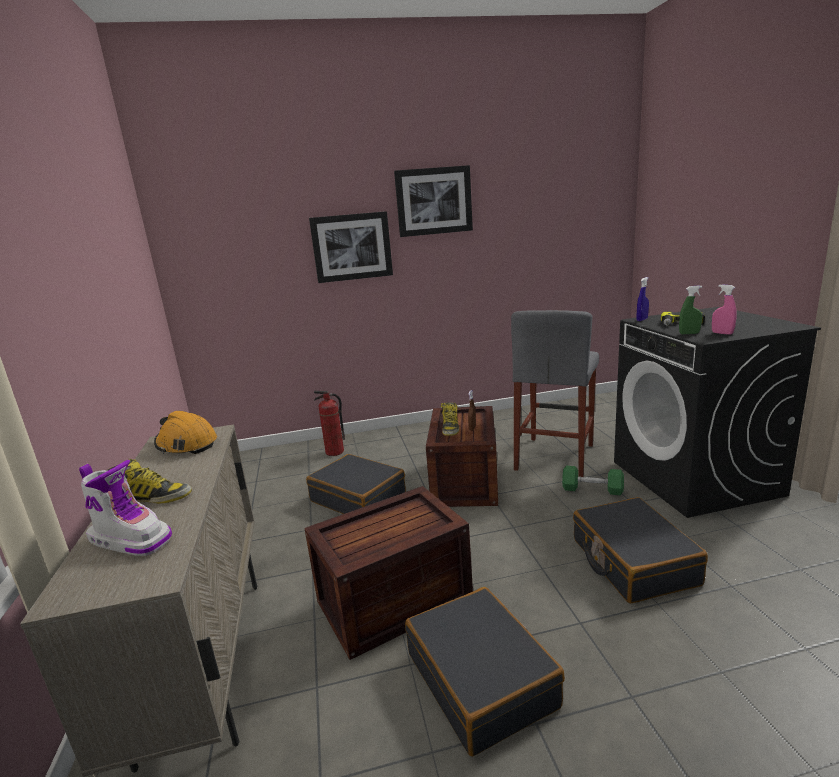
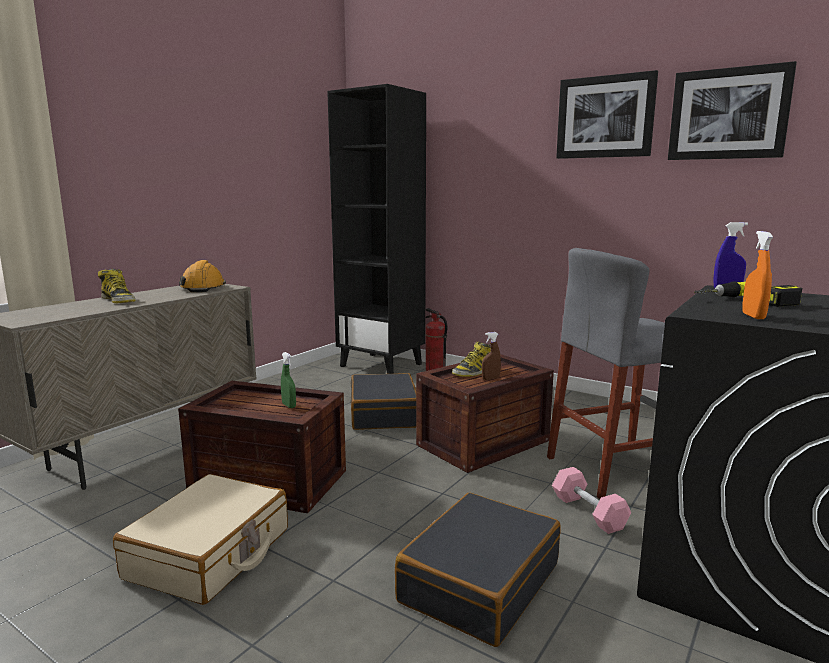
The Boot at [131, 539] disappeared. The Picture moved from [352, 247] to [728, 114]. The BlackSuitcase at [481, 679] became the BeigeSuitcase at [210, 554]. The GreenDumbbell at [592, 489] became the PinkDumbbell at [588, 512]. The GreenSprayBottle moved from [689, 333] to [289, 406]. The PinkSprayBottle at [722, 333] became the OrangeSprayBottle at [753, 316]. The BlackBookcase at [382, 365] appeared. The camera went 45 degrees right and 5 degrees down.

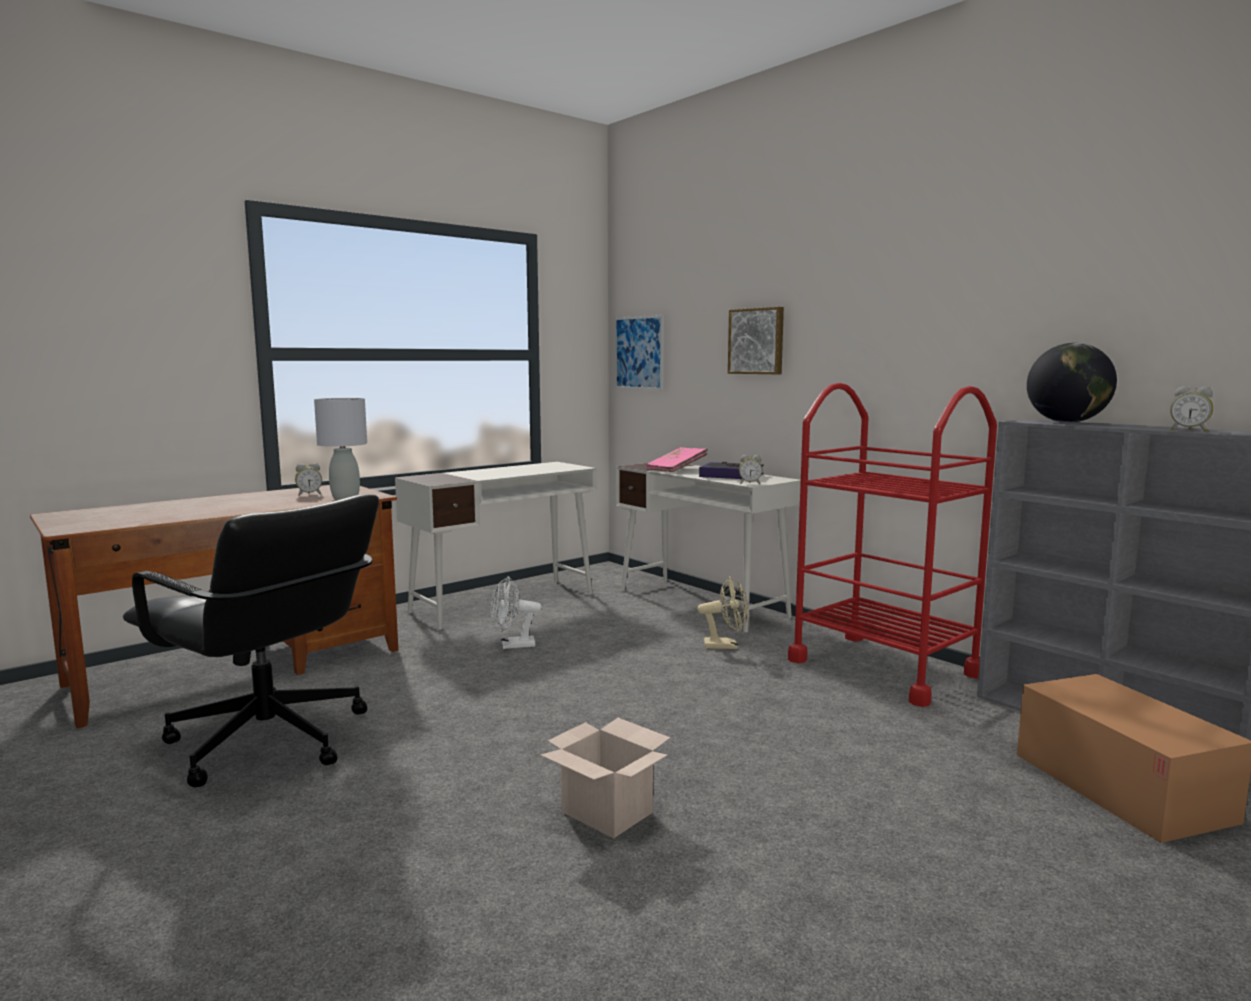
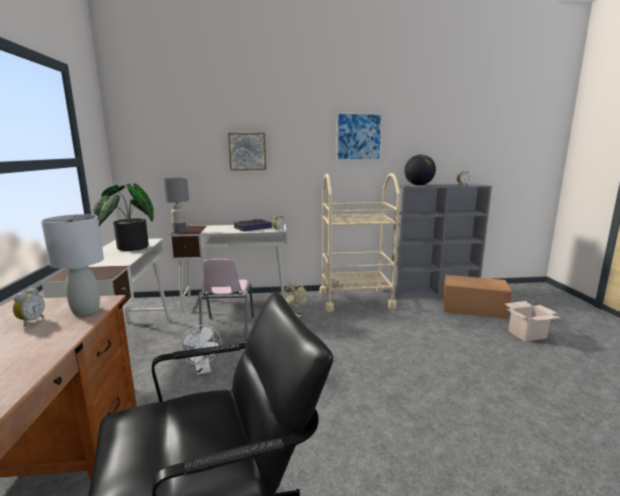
The WhiteFan at [512, 645] turned 45 degrees counterclockwise. The CardboardBox moved from [609, 812] to [527, 334]. The Picture moved from [639, 353] to [359, 137]. The PinkBook at [676, 469] disappeared. The RedCart at [883, 667] became the BeigeCart at [356, 299]. The PottedPlant at [129, 248] appeared. The GreyTableLamp at [179, 232] appeared. The PinkChair at [227, 329] appeared. The camera went 55 degrees left and 5 degrees up.

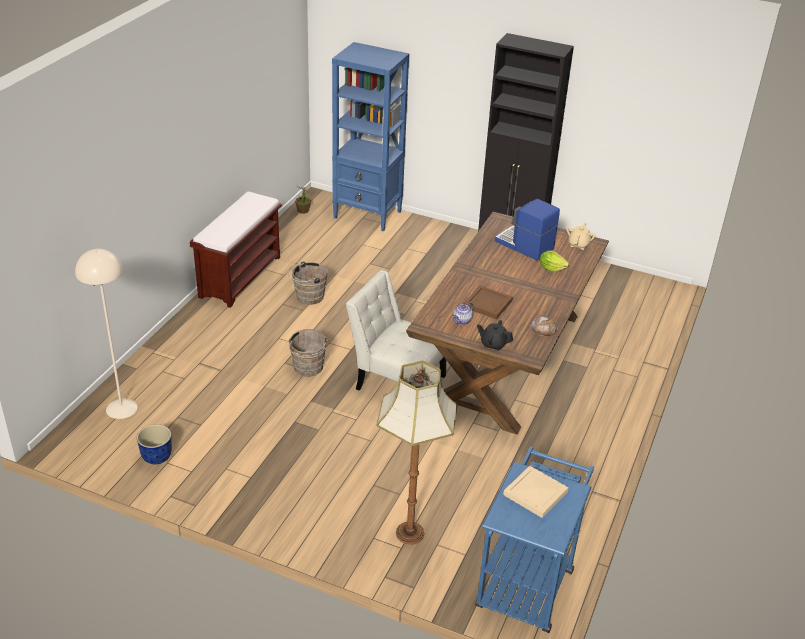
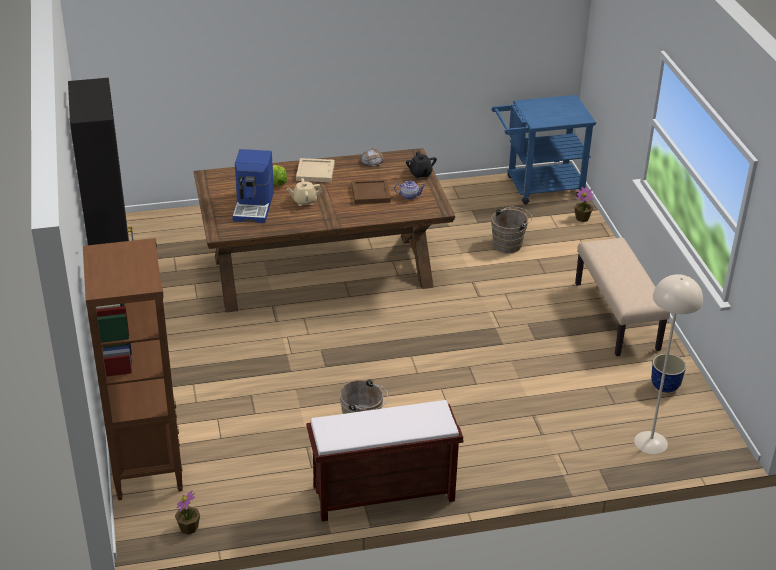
The BrownBucket moved from [308, 368] to [509, 244]. The BlueBookcase at [368, 215] became the BrownBookcase at [147, 466]. The WhiteChair at [396, 380] disappeared. The FloorLamp at [409, 534] disappeared. The BeigeTray moved from [534, 493] to [316, 172]. The BeigeTeapot moved from [578, 244] to [304, 201]. The PottedPlant at [582, 218] appeared. The BeigeBench at [617, 316] appeared. The camera went 125 degrees left and 0 degrees up.

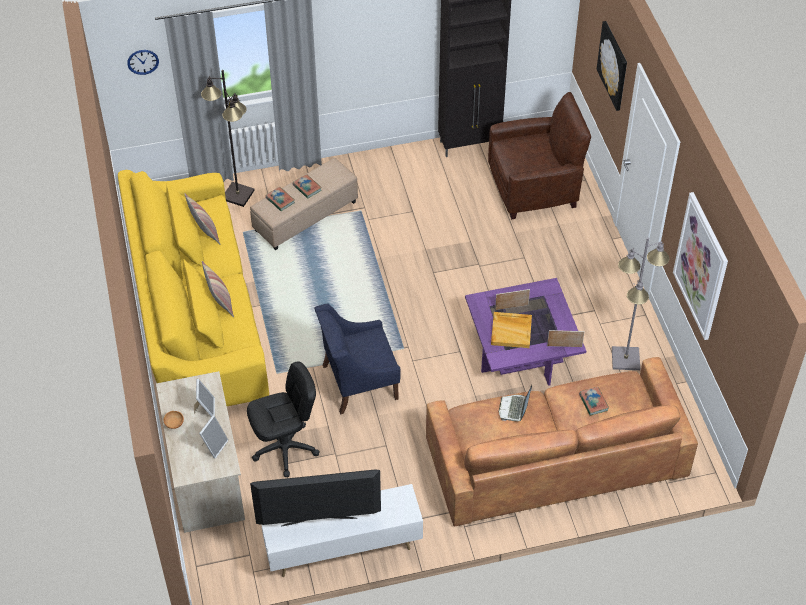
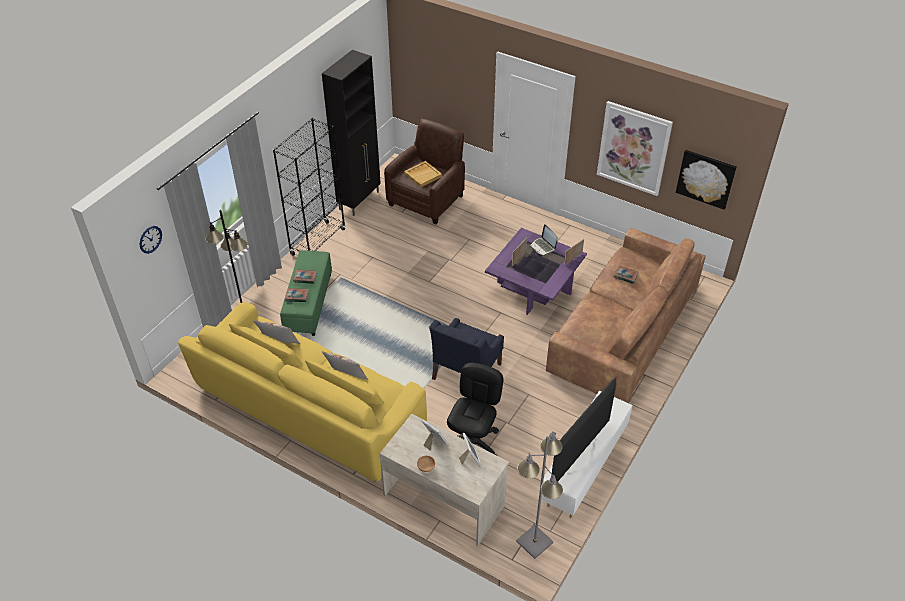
The BeigeOttoman at [305, 216] became the GreenOttoman at [308, 303]. The BeigeTray moved from [511, 331] to [423, 175]. The Laptop moved from [514, 408] to [543, 247]. The Picture moved from [613, 65] to [706, 178]. The GreyFloorLamp moved from [626, 359] to [535, 542]. The BlackBookcase at [318, 242] appeared. The camera went 45 degrees left and 5 degrees down.

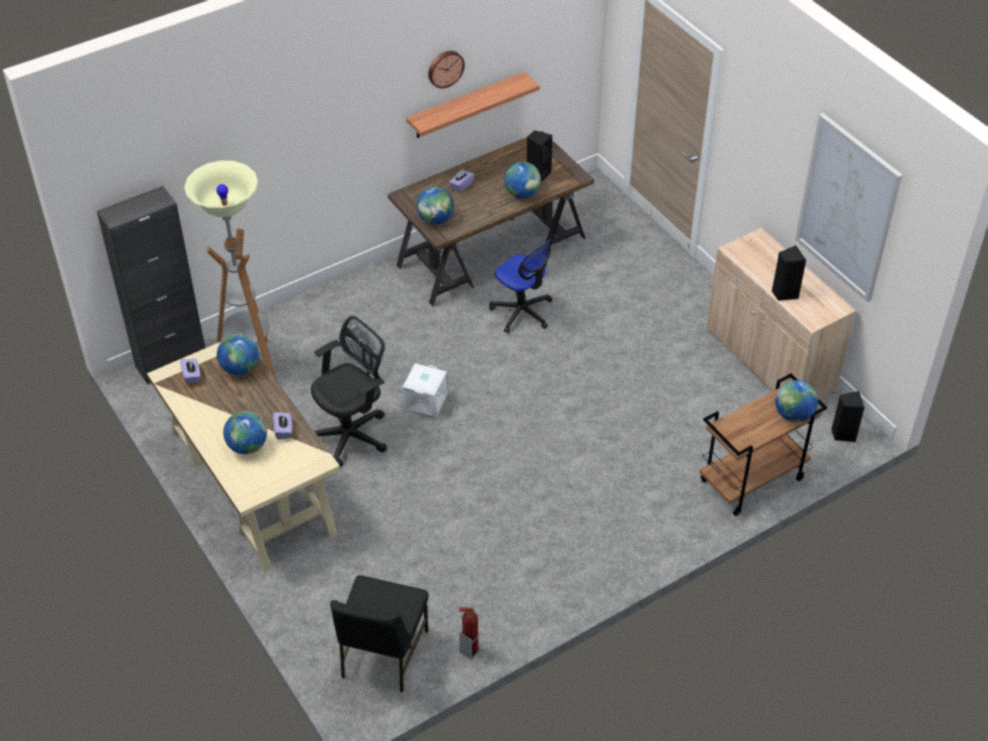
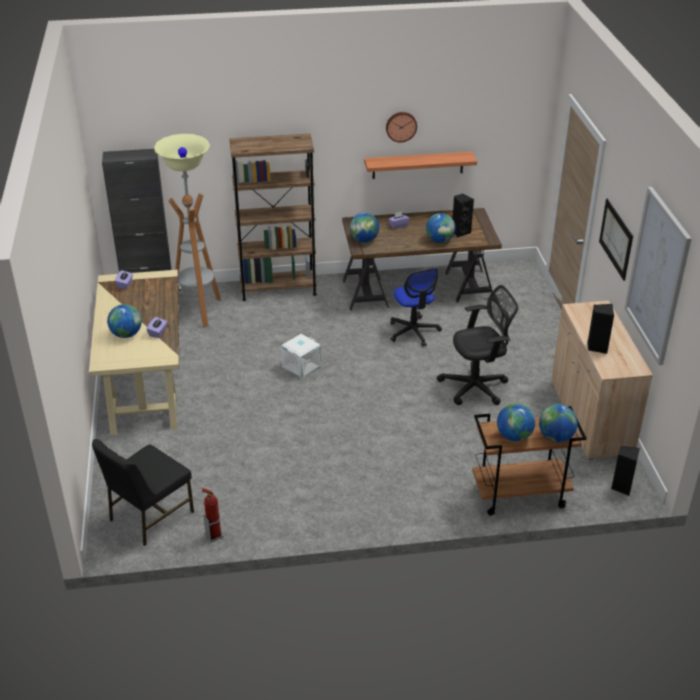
The Globe moved from [240, 368] to [514, 436]. The BlackOfficeChair moved from [351, 435] to [477, 387]. The BrownBookcase at [278, 289] appeared. The Picture at [616, 239] appeared. The camera went 25 degrees right and 10 degrees down.

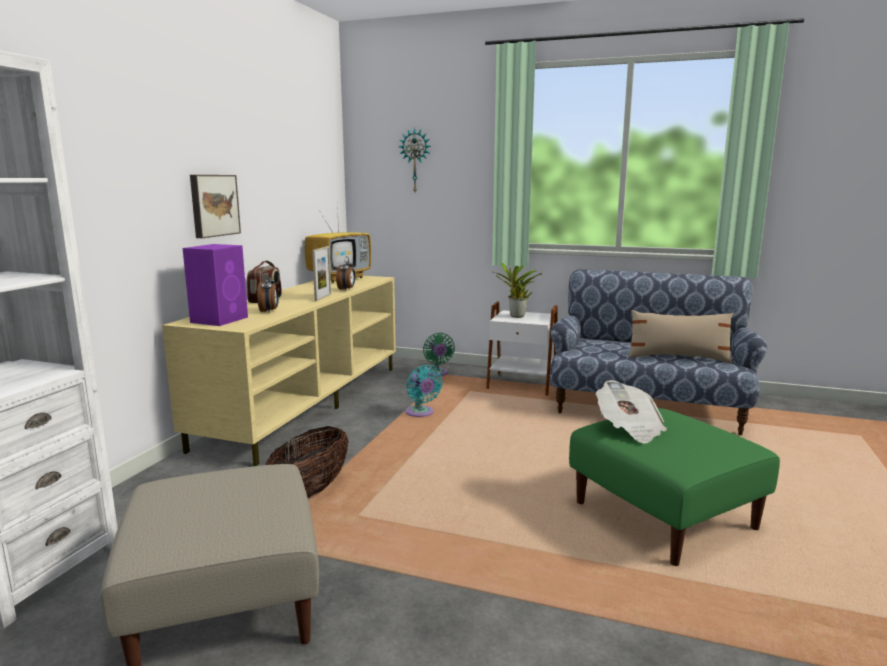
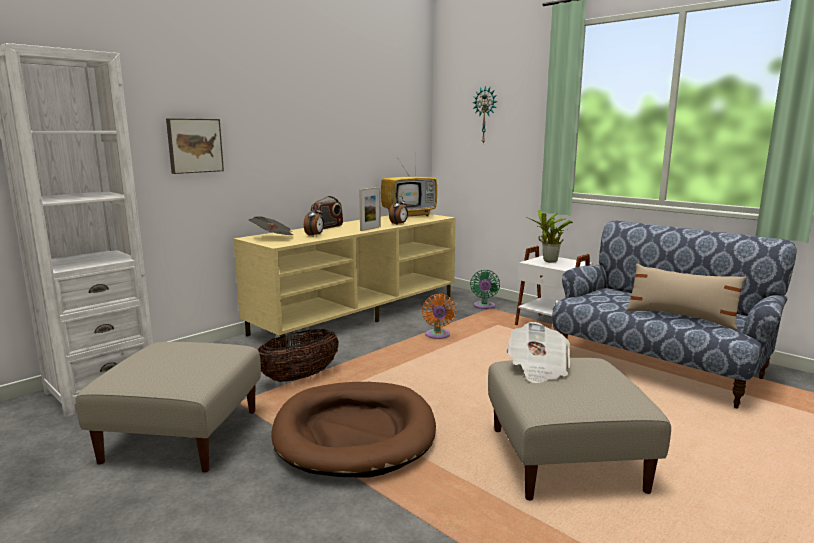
The PurpleSpeaker at [220, 319] was replaced by the Newspaper at [273, 238]. The Picture moved from [213, 205] to [194, 145]. The TurquoiseFan at [420, 413] became the OrangeFan at [437, 336]. The GreenOttoman at [665, 516] became the BeigeOttoman at [566, 460]. The BrownDogBed at [354, 433] appeared. The camera went 25 degrees right and 0 degrees up.

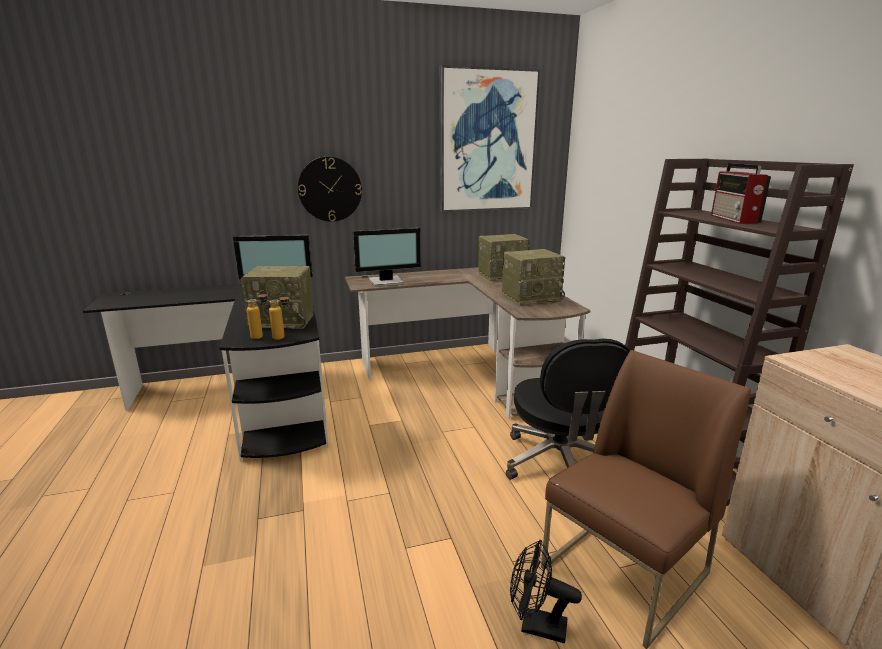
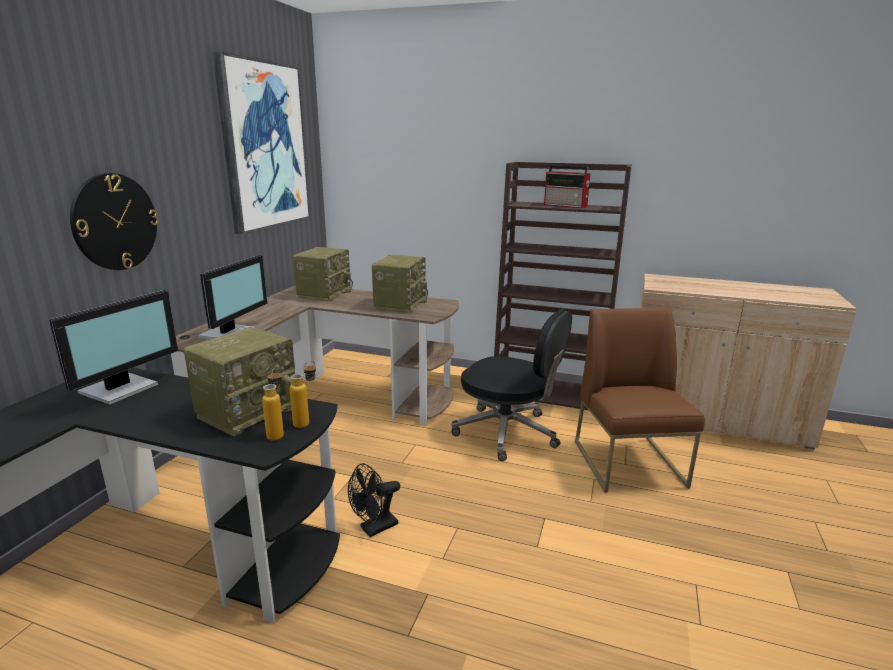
The BlackFan moved from [536, 626] to [374, 528]. The camera went 55 degrees left and 0 degrees up.

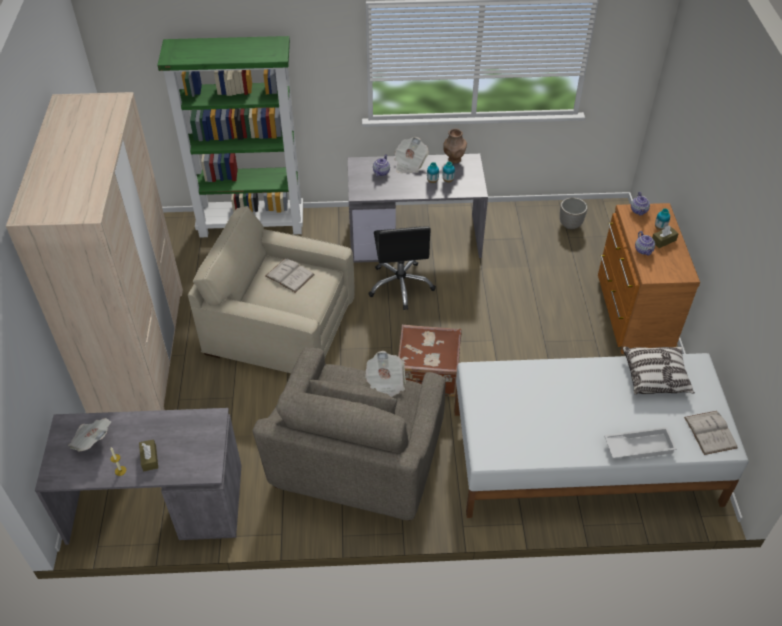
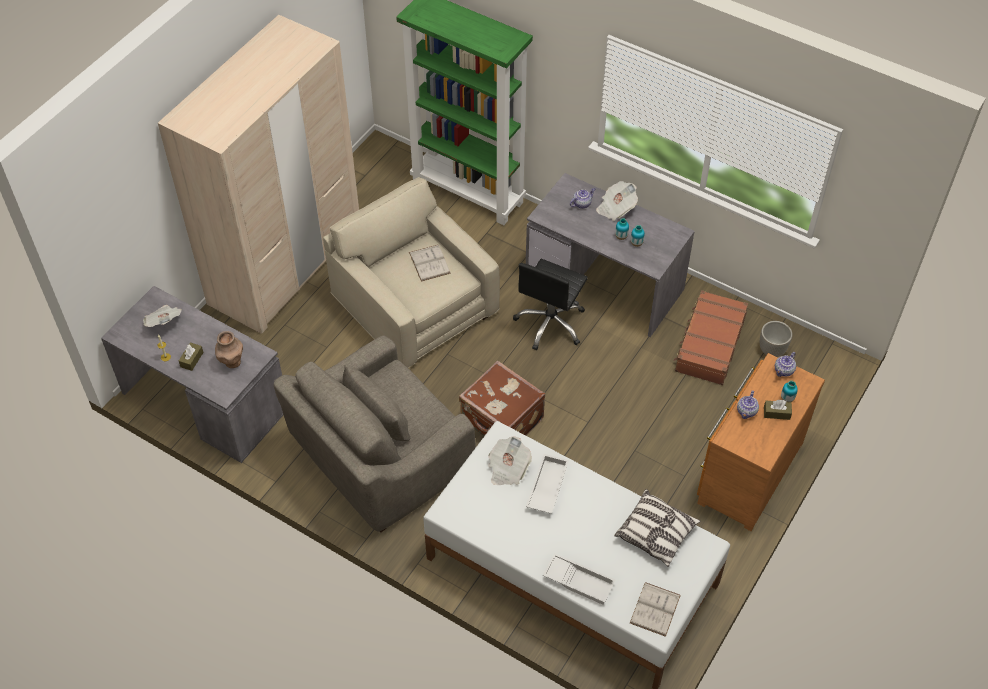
The Newspaper moved from [385, 383] to [508, 469]. The BrownVase moved from [454, 159] to [232, 362]. The WhiteTray at [546, 486] appeared. The BrownSuitcase at [709, 344] appeared. The camera went 35 degrees right and 5 degrees up.

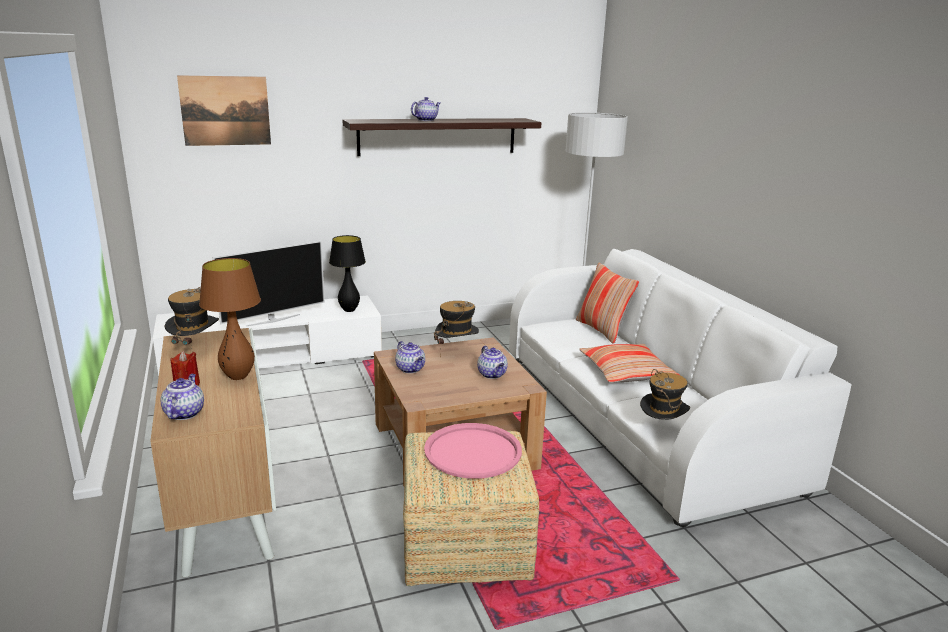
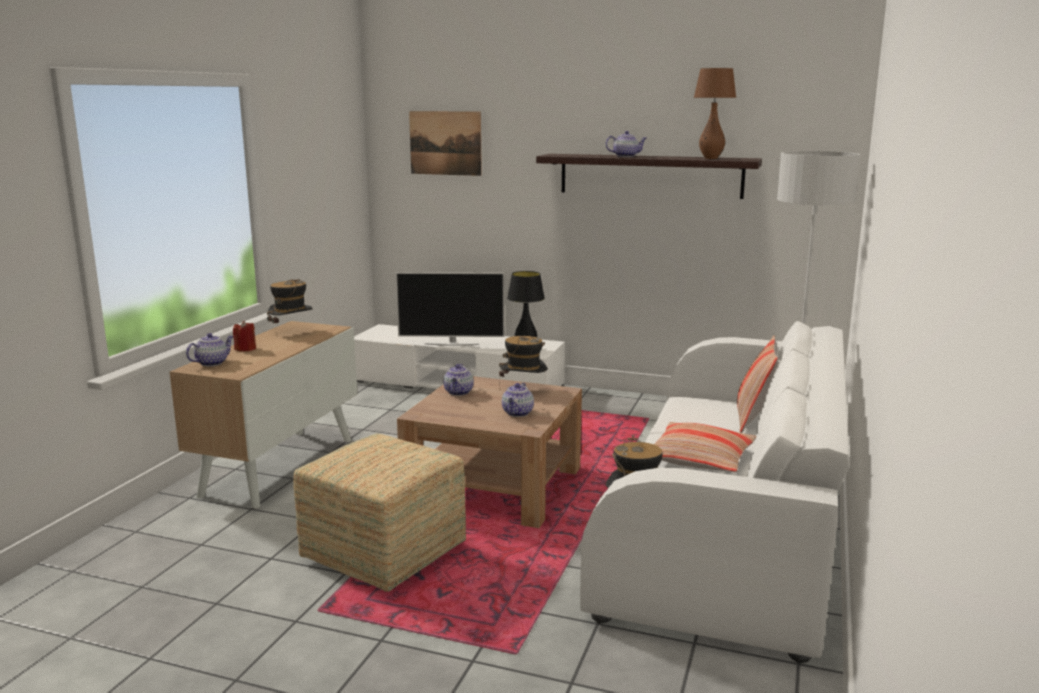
The BrownTableLamp moved from [238, 376] to [711, 158]. The PinkTray at [472, 451] disappeared. The camera went 40 degrees right and 5 degrees down.

